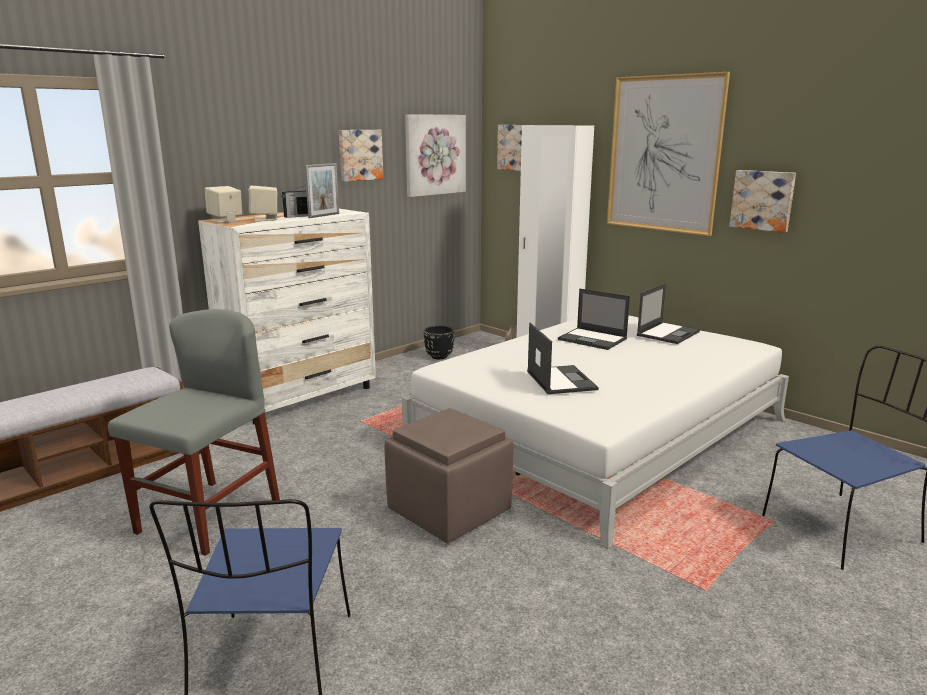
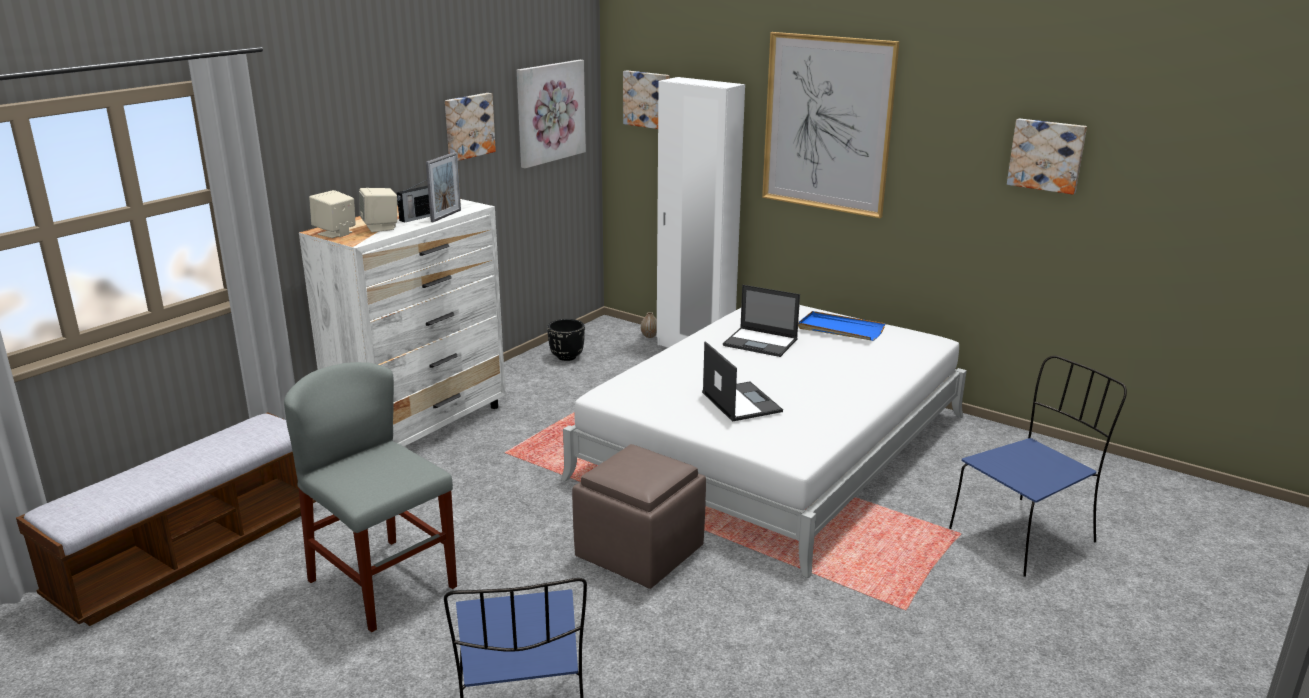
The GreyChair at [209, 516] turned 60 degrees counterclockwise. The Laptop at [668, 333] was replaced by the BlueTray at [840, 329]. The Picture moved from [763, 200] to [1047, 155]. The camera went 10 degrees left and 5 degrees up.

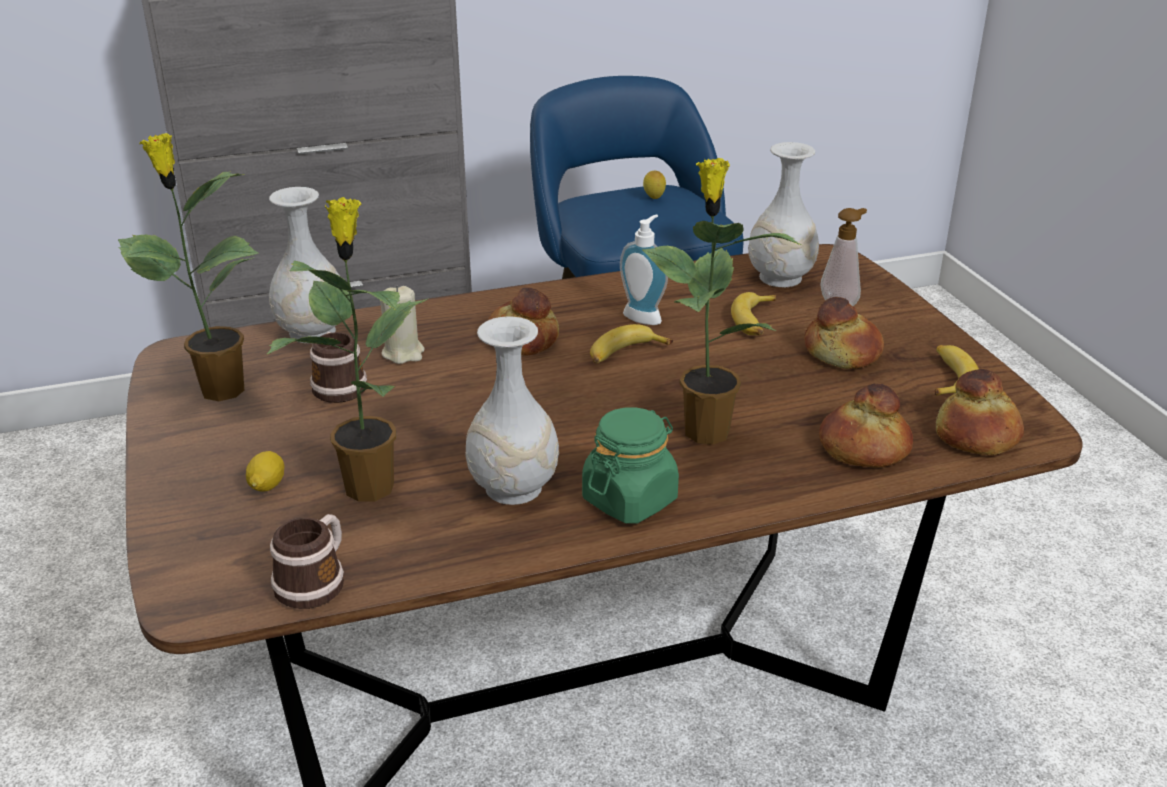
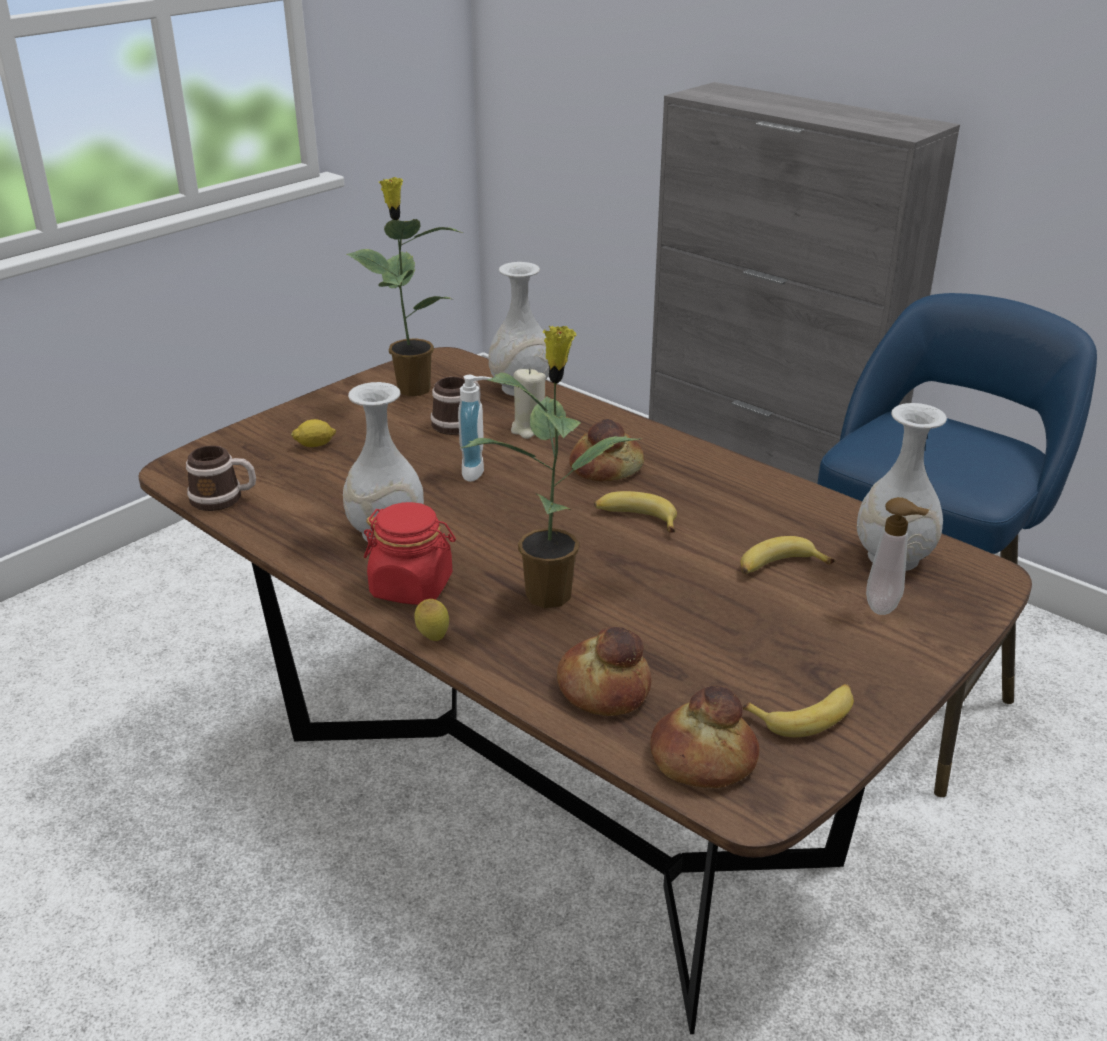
The PottedPlant at [370, 485] disappeared. The GreenJar at [630, 499] became the RedJar at [412, 587]. The SoapDispenser moved from [645, 316] to [478, 471]. The Lemon moved from [654, 199] to [433, 638]. The Bread at [843, 352] disappeared. The camera went 60 degrees right and 0 degrees up.

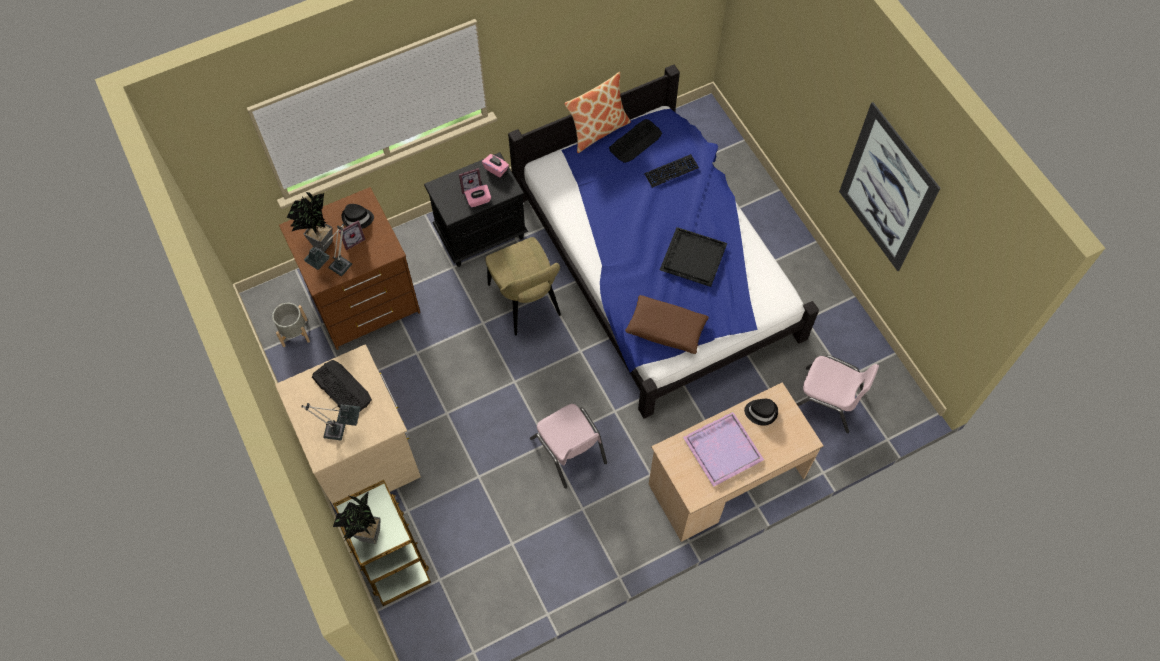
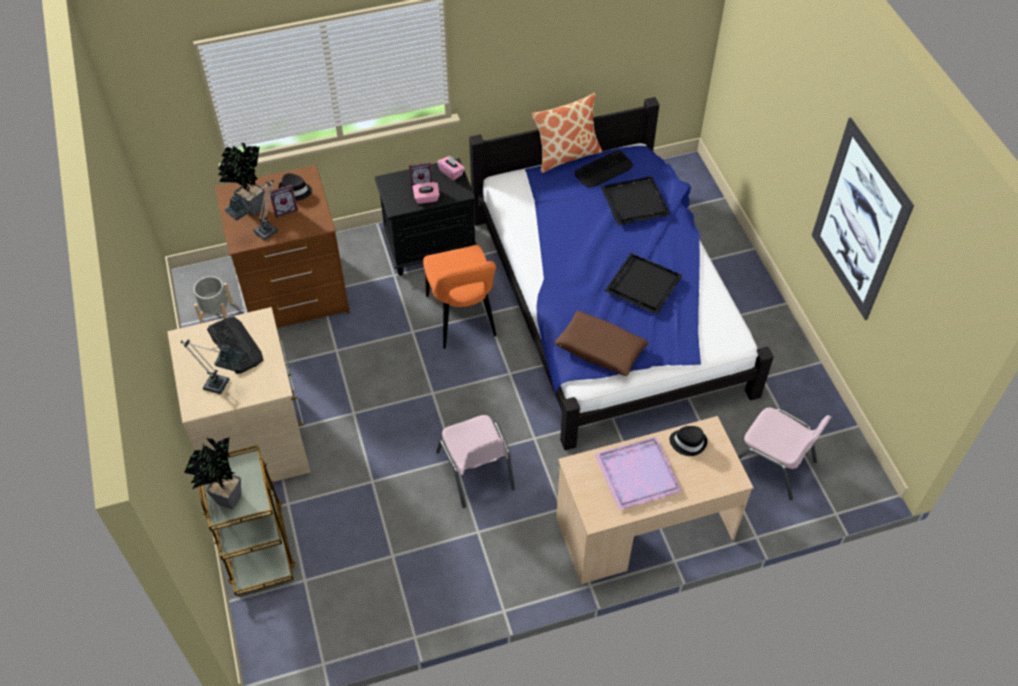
The BeigeChair at [526, 303] became the OrangeChair at [462, 319]. The Keyboard at [671, 171] was replaced by the BlackTray at [635, 201]. The camera went 10 degrees right and 10 degrees down.

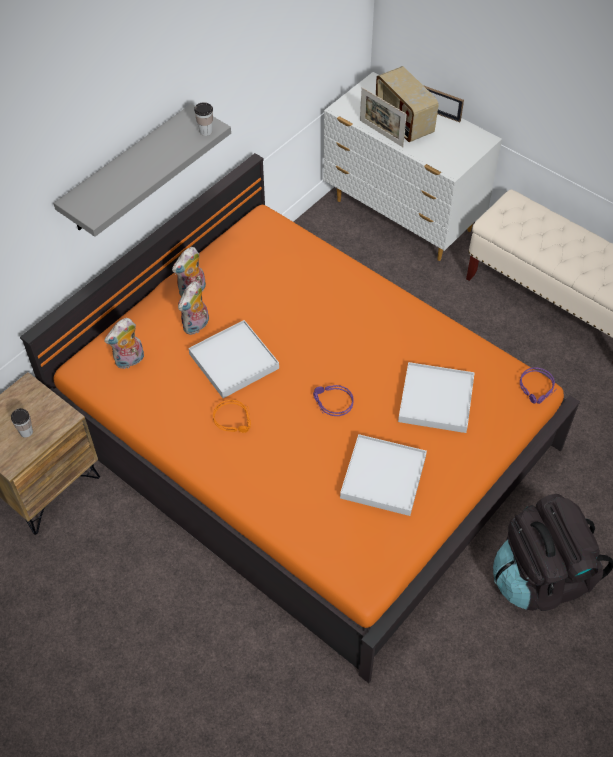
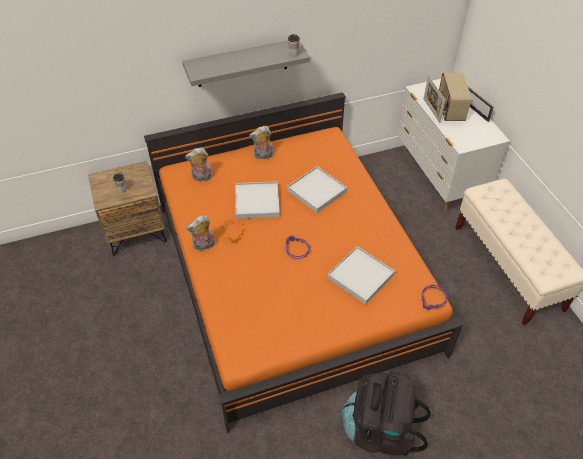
The PlushToy moved from [196, 326] to [203, 246]. The WhiteTray moved from [383, 477] to [317, 191]. The camera went 30 degrees right and 5 degrees down.

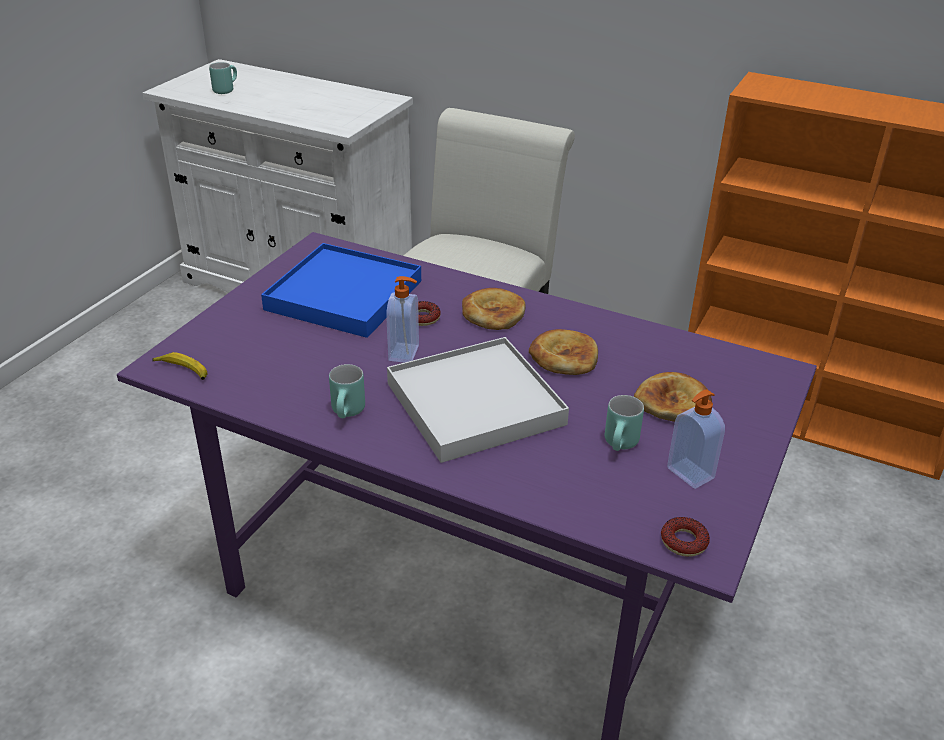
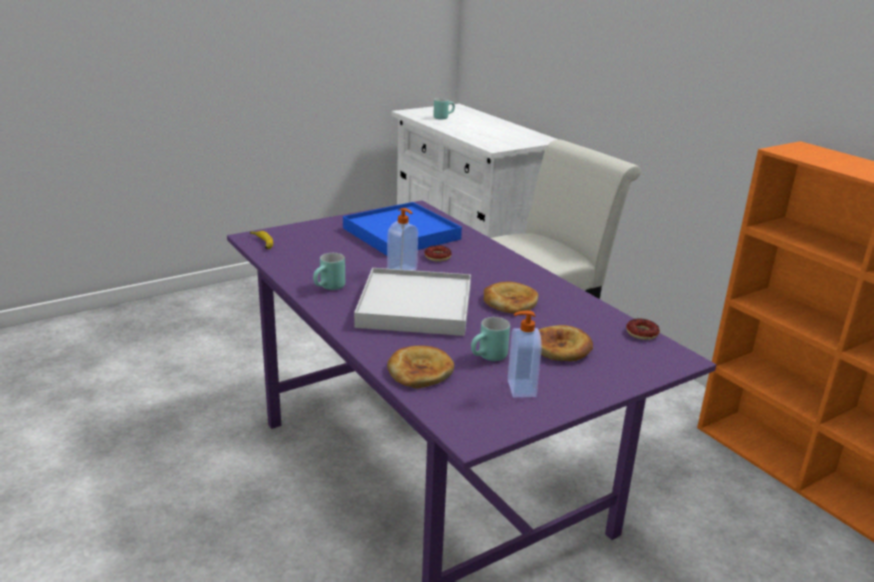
The Bread moved from [493, 313] to [420, 371]. The Donut moved from [683, 541] to [641, 333]. The camera went 30 degrees right and 10 degrees down.

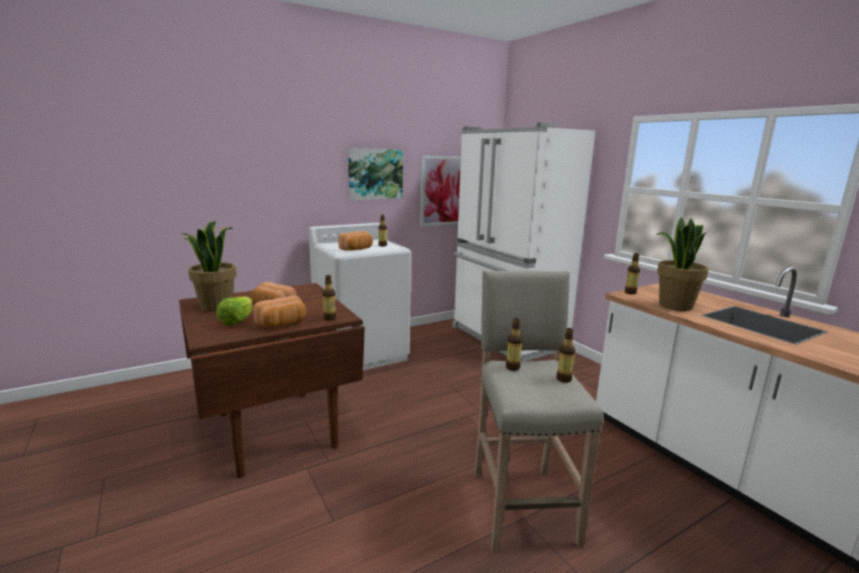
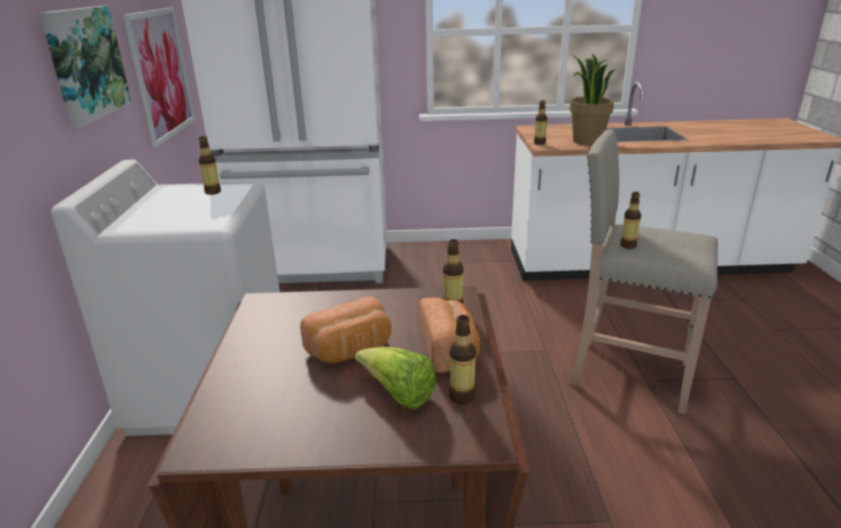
The PottedPlant at [216, 306] disappeared. The Bread at [357, 249] disappeared. The Bottle moved from [563, 379] to [462, 396]. The camera went 60 degrees left and 10 degrees up.

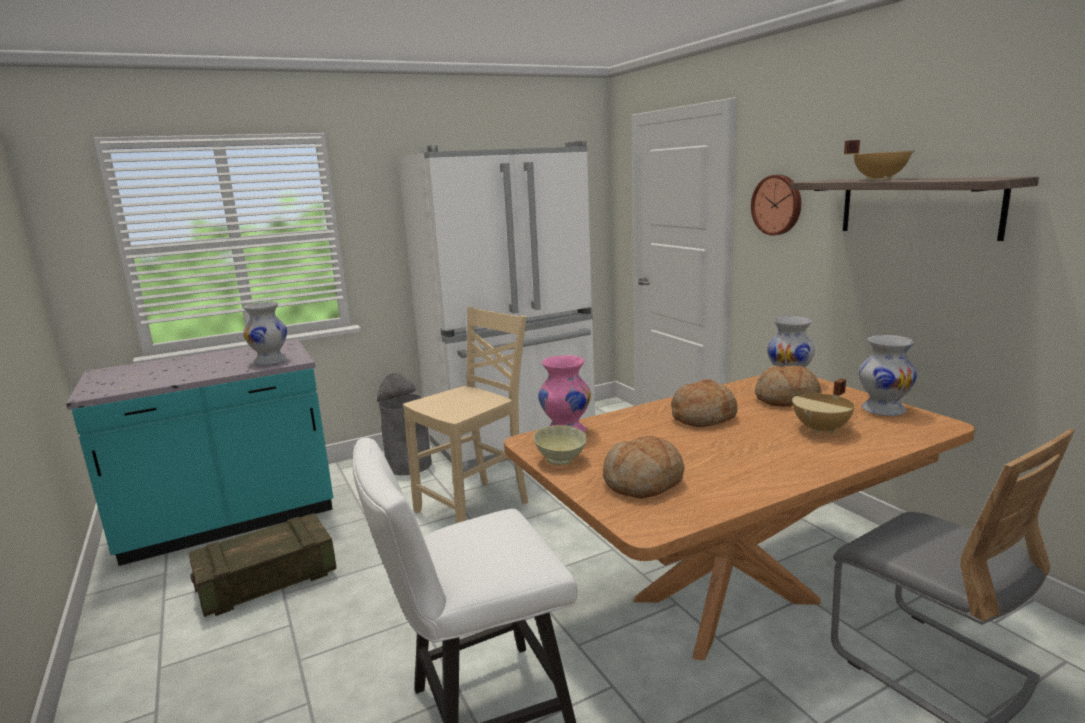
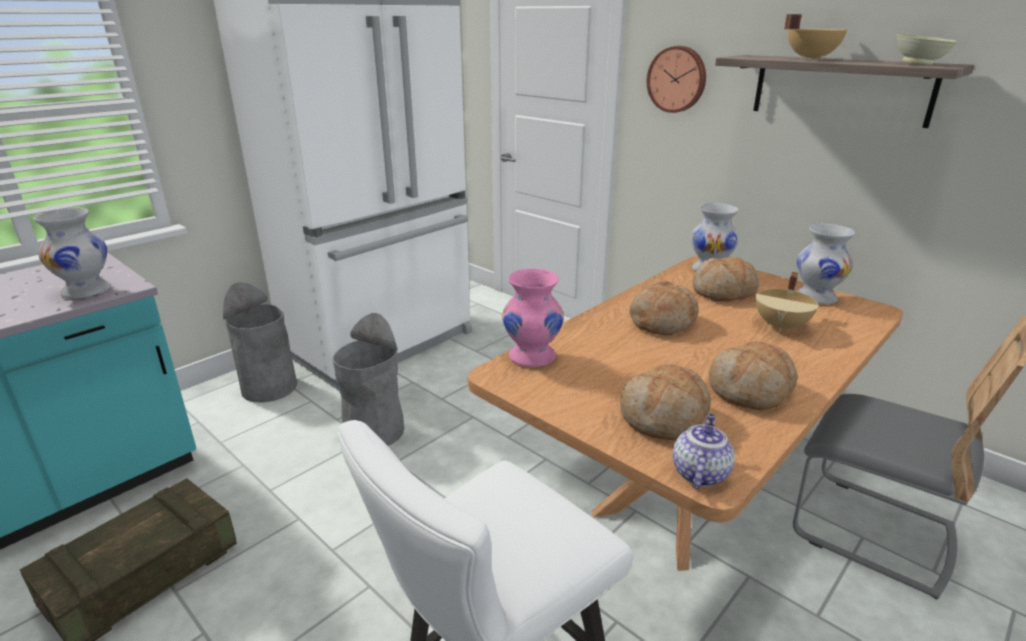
The BeigeChair at [475, 507] was replaced by the GreyTrashCan at [374, 431]. The BeigeBowl moved from [560, 460] to [919, 64]. The Teapot at [699, 472] appeared. The Bread at [750, 390] appeared. The camera went 20 degrees left and 10 degrees up.

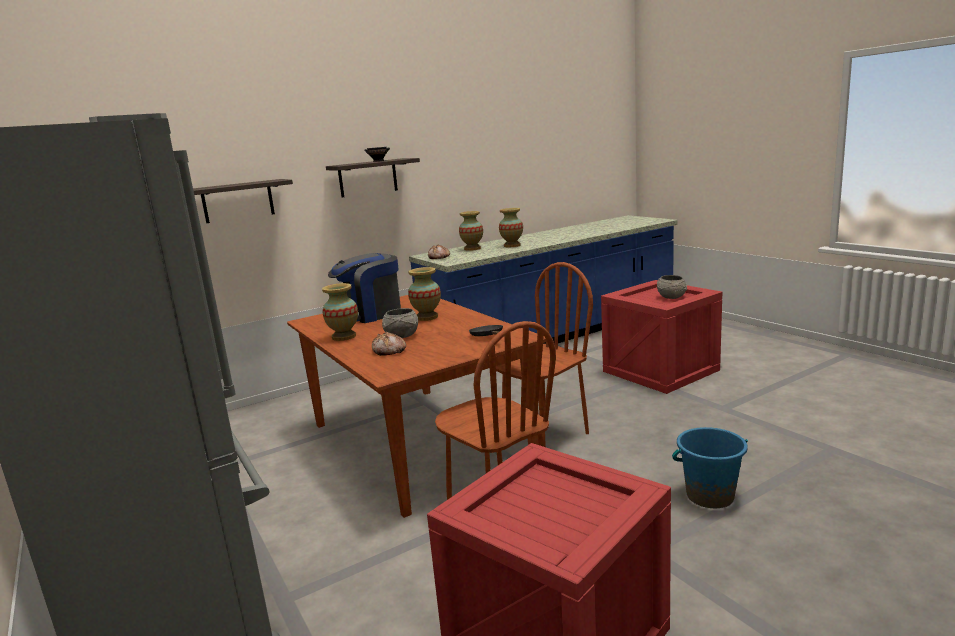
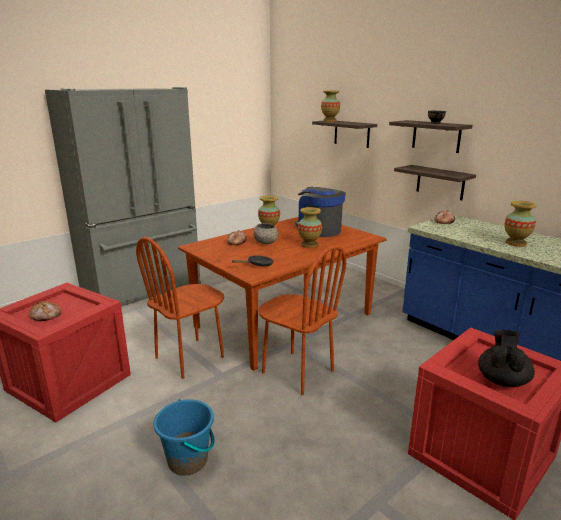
The Vase moved from [472, 248] to [330, 121]. The GreyBowl at [671, 297] was replaced by the BlackTeapot at [502, 380]. The Bread at [46, 316] appeared. The Shelf at [440, 182] appeared. The camera went 80 degrees right and 5 degrees up.

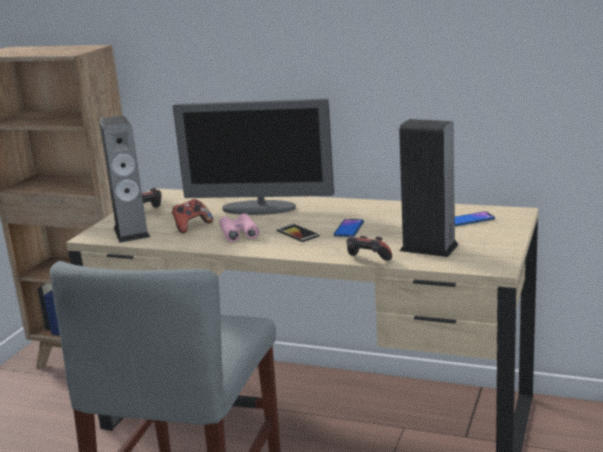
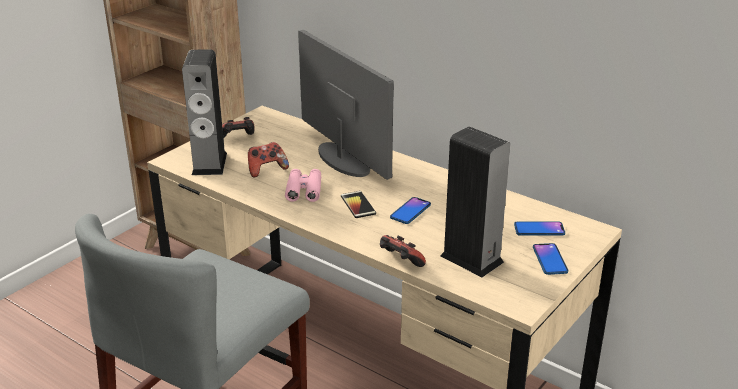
The Monitor at [259, 208] turned 150 degrees counterclockwise. The Phone at [550, 260] appeared. The camera went 15 degrees right and 10 degrees up.

